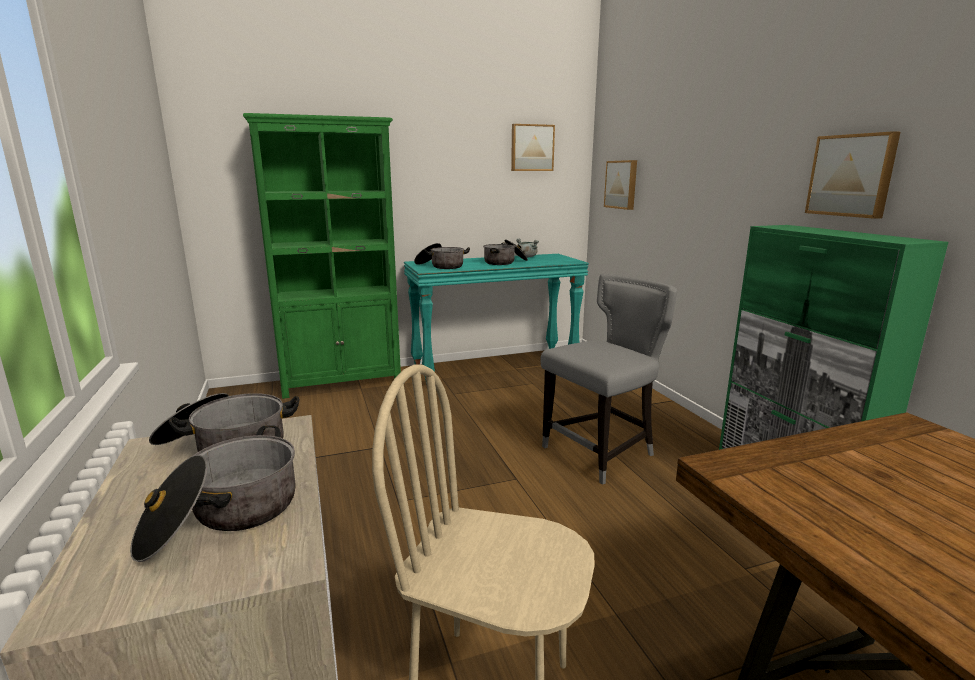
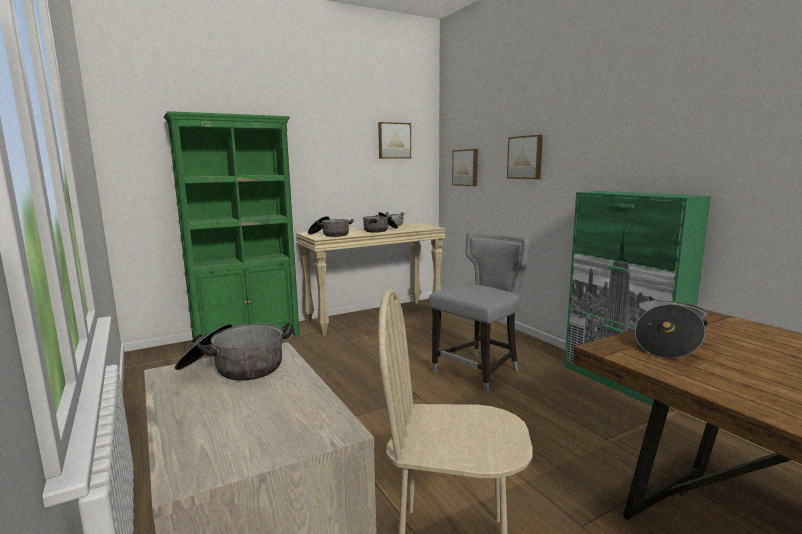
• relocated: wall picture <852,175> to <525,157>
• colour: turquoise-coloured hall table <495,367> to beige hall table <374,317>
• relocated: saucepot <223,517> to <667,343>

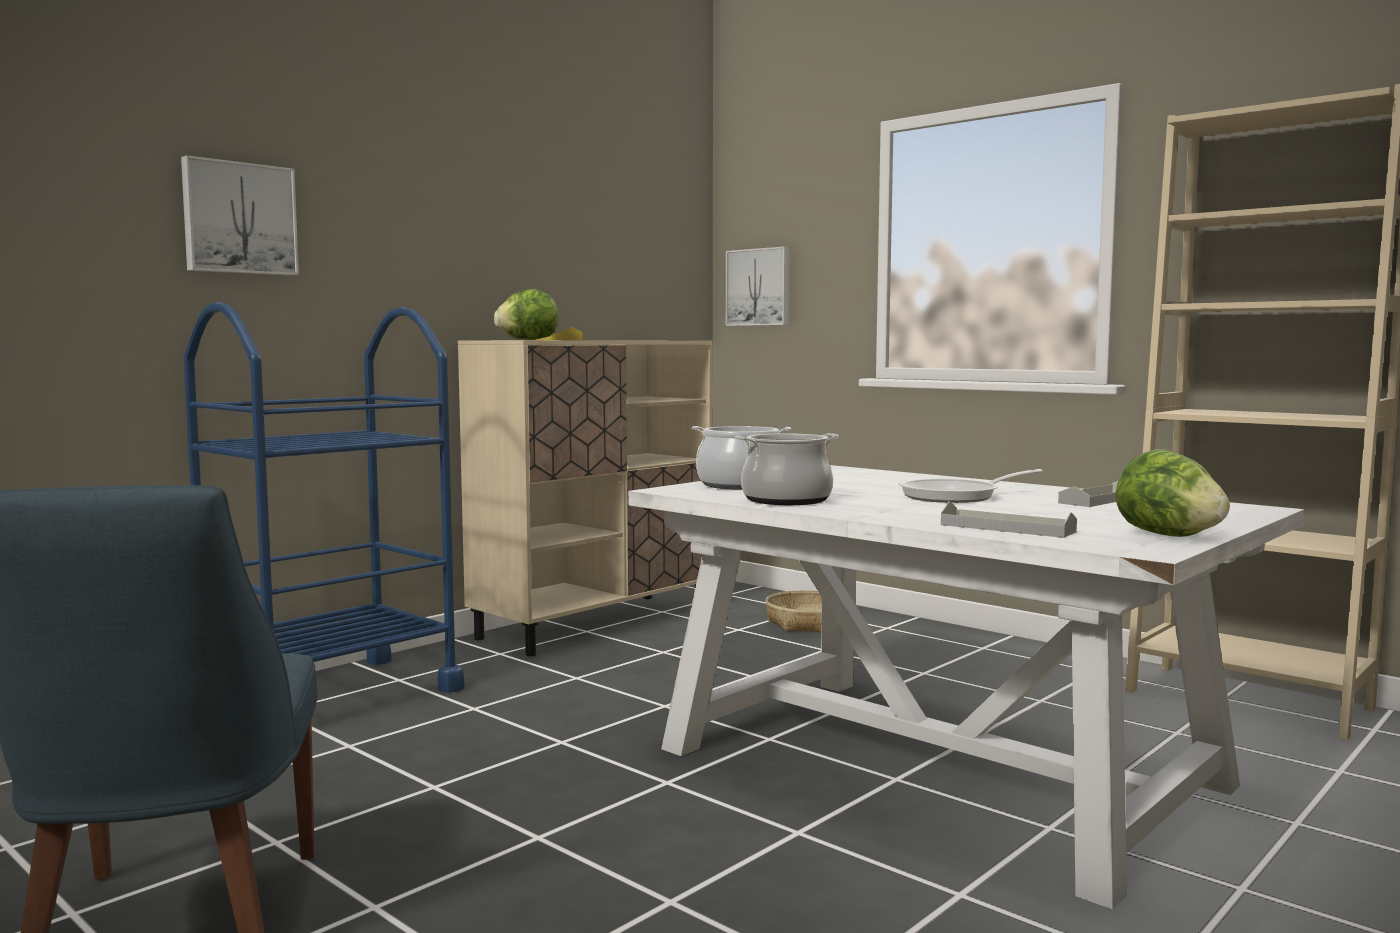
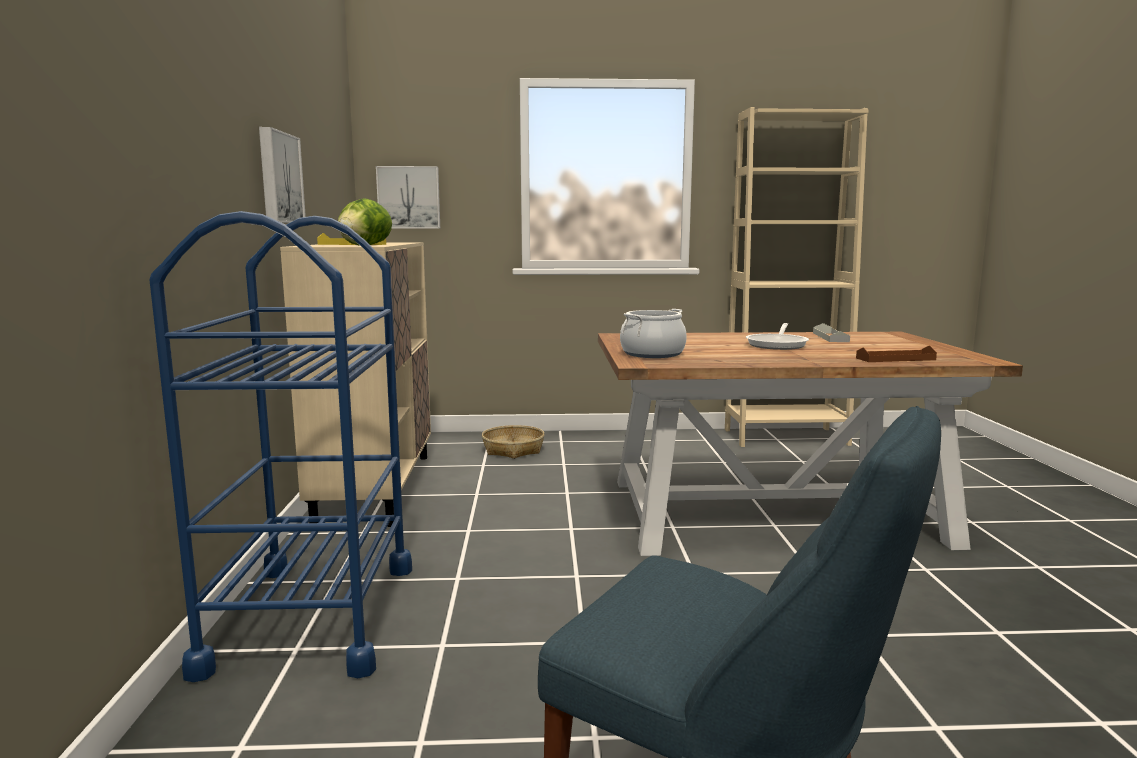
• relocated: wall picture <239,218> to <278,178>
• missing: saucepot <786,500>
• missing: lettuce <1167,535>
• colour: white-coloured dinner table <935,766> to brownish dinner table <771,512>
• colour: greyish carrying tray <1007,528> to brownish carrying tray <895,359>

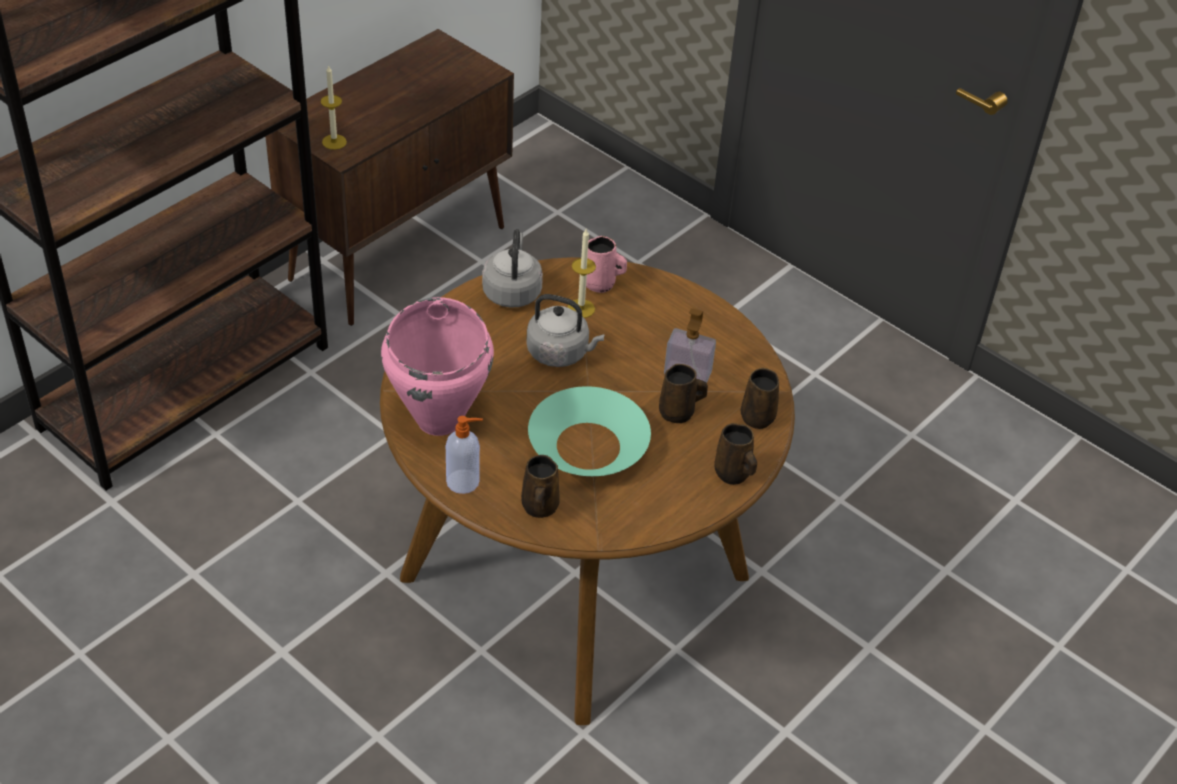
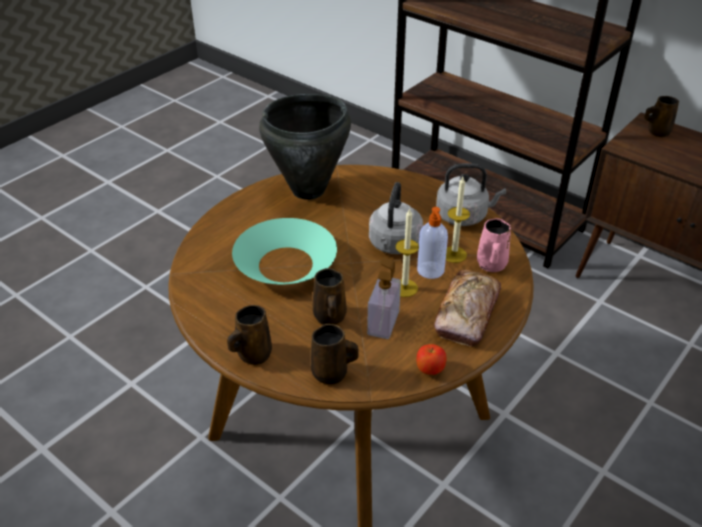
• relocated: candle <334,142> to <404,288>
• colour: pink saucepot <440,419> to black saucepot <309,190>
• relocated: soap dispenser <464,481> to <430,271>
• relocated: brownish coffee mug <539,507> to <657,132>
• appeared: baked bread <467,314>
• appeared: apple <429,370>

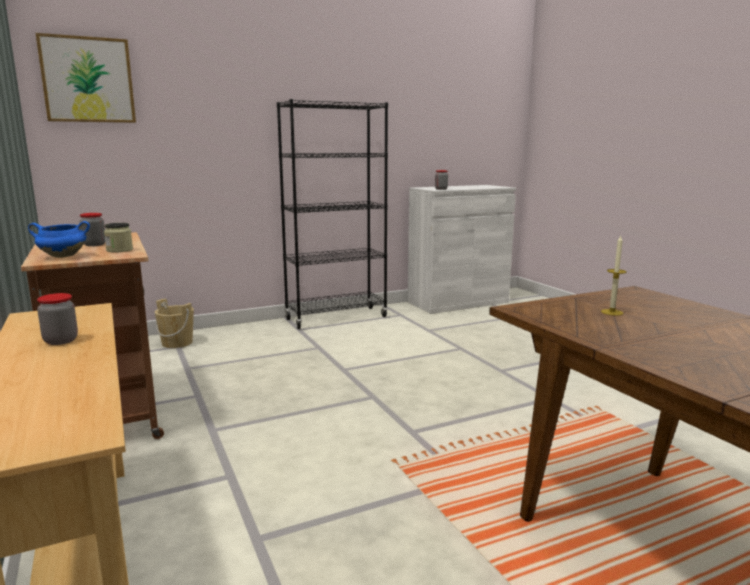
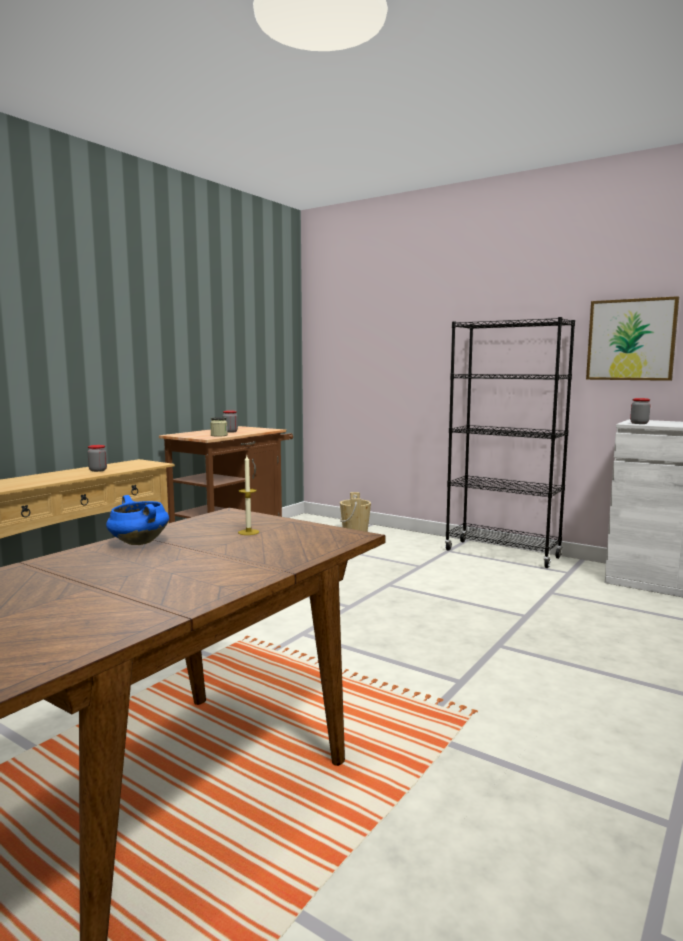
• relocated: wall picture <88,80> to <631,340>
• relocated: bluish saucepot <62,256> to <138,543>

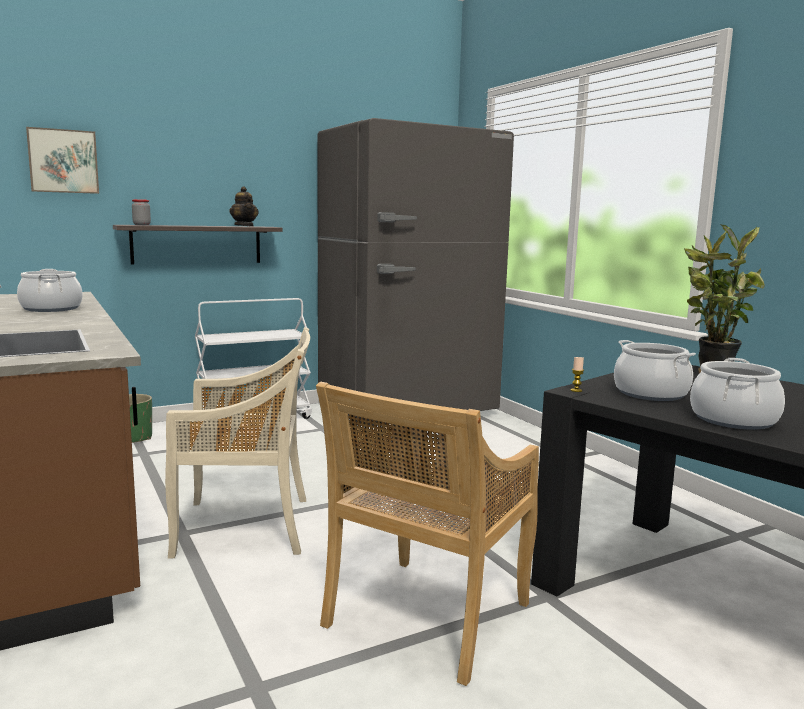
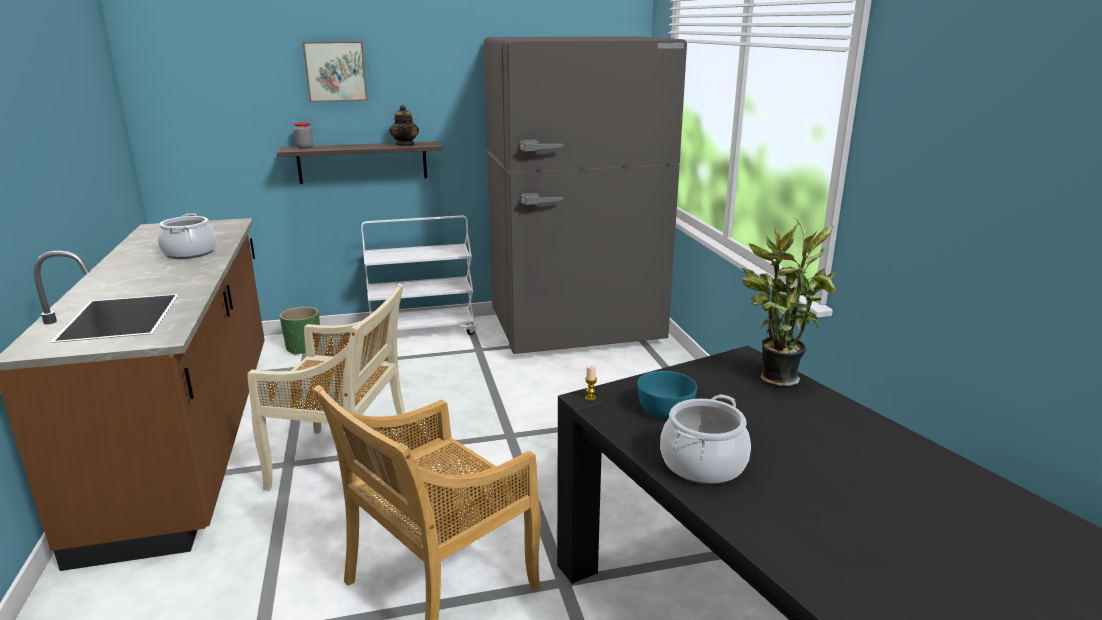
• relocated: wall picture <63,161> to <335,71>
• exchanged: saucepot <650,393> to turquoise-coloured bowl <664,409>

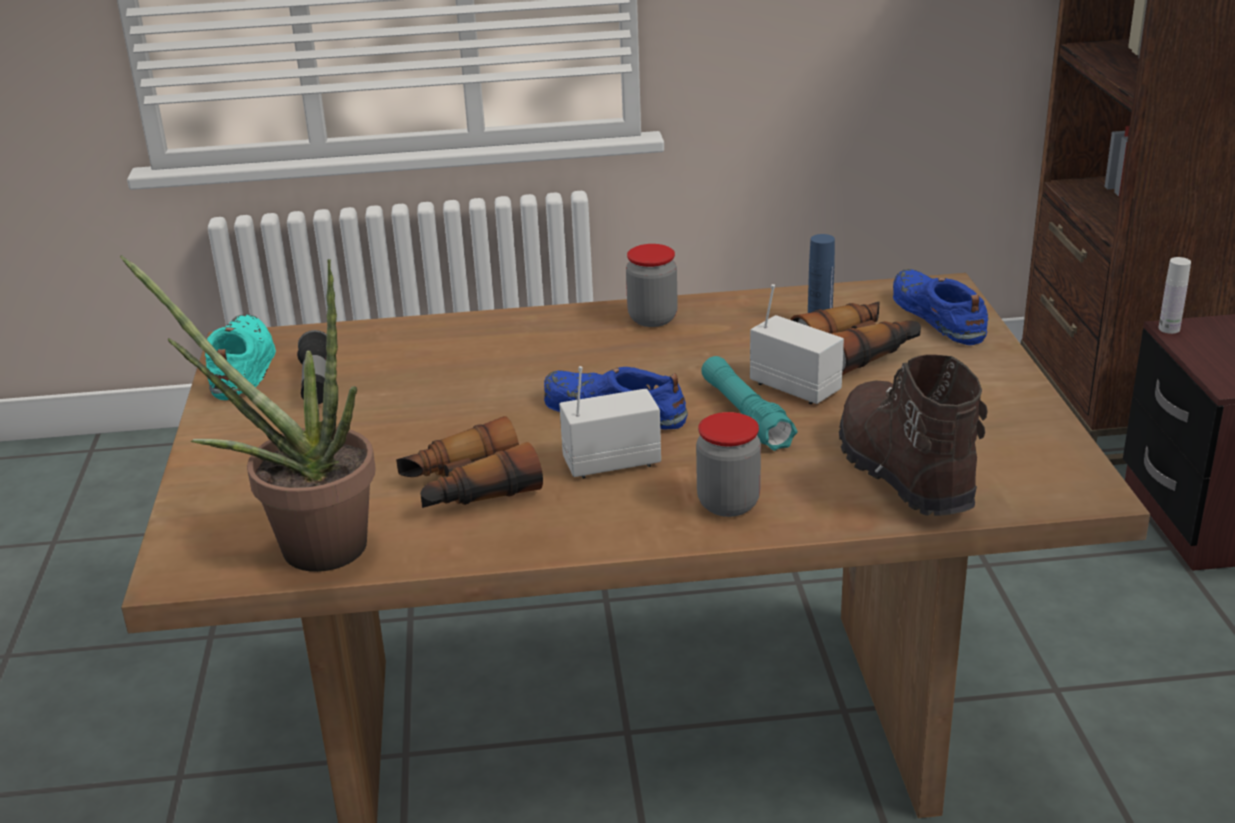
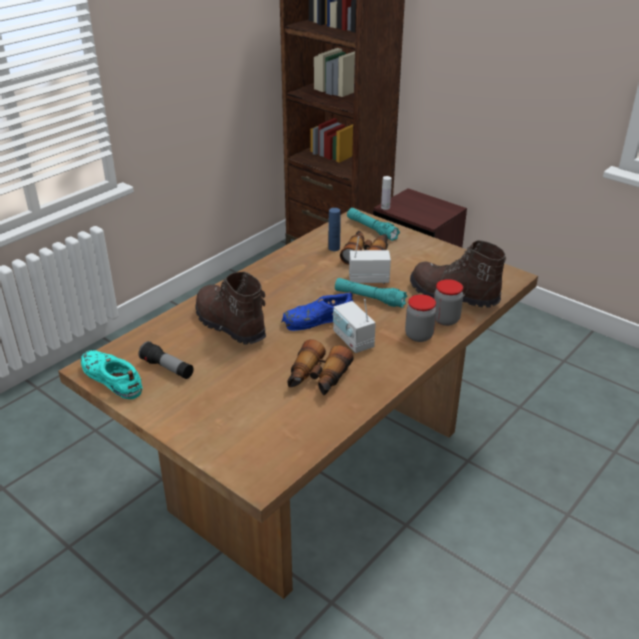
• relocated: storage jar <652,318> to <446,319>
• missing: houseplant <305,546>
• exchanged: bluish low shoe <937,316> to turquoise-coloured flashlight <371,229>
• spun: radio set <611,462> = <353,340> 60 degrees counterclockwise
• appeared: brownish boot <229,325>

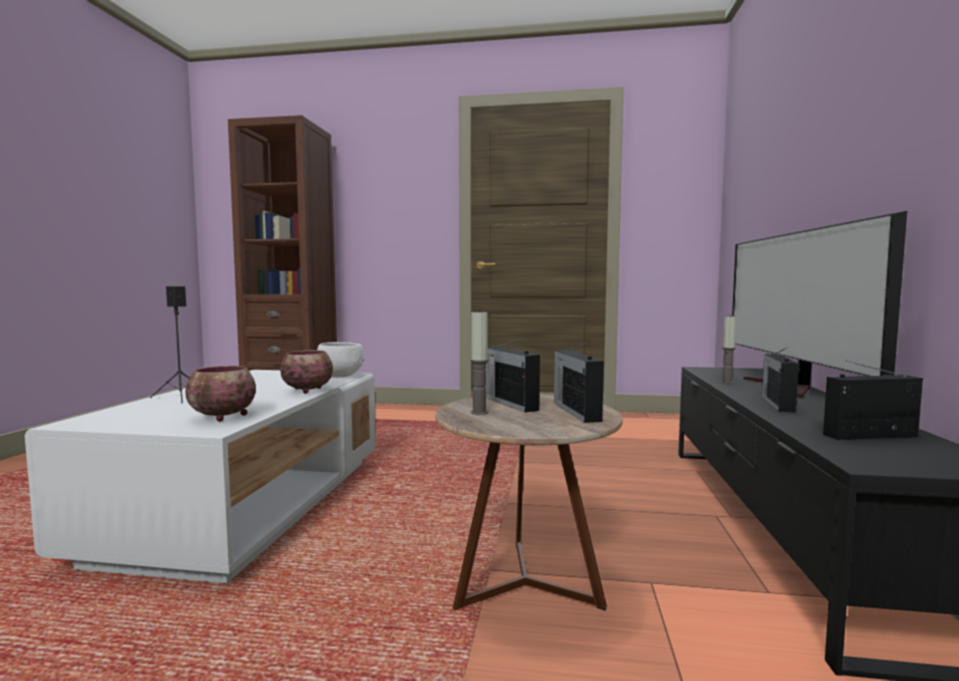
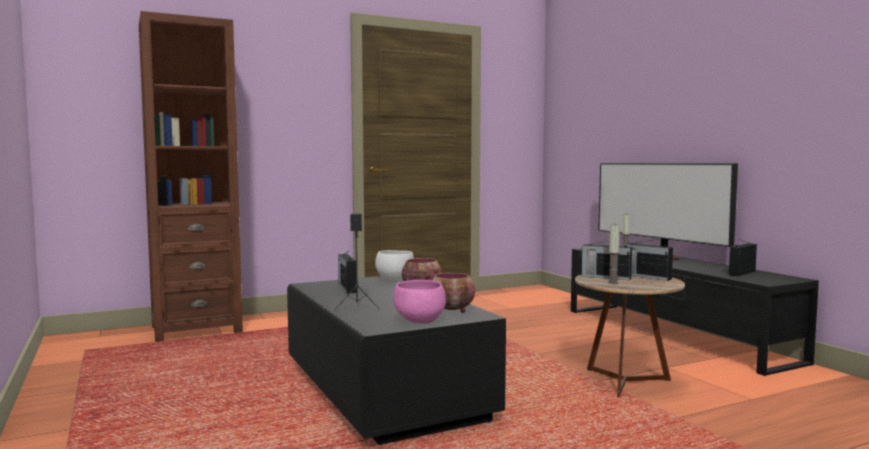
• relocated: radio set <777,404> to <347,288>
• colour: white-coloured coffee table <247,506> to black coffee table <384,392>
• appeared: pink bowl <421,321>

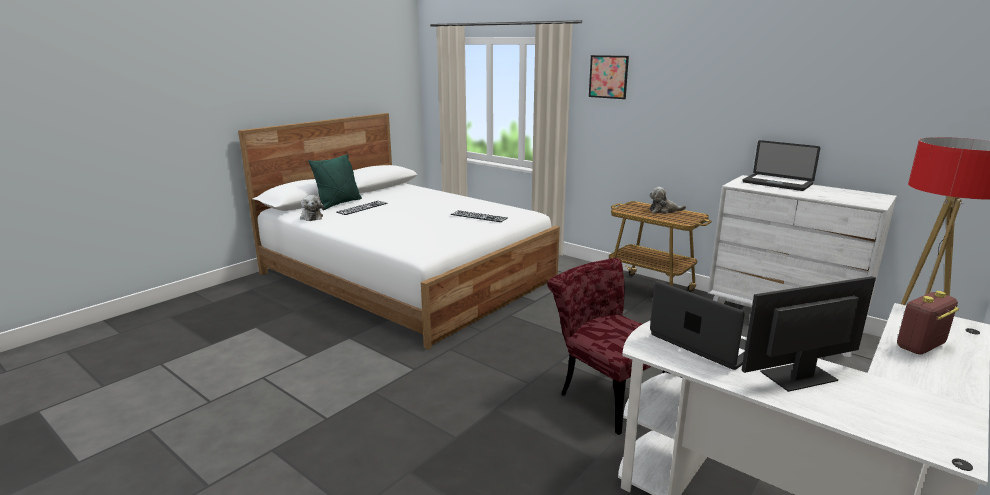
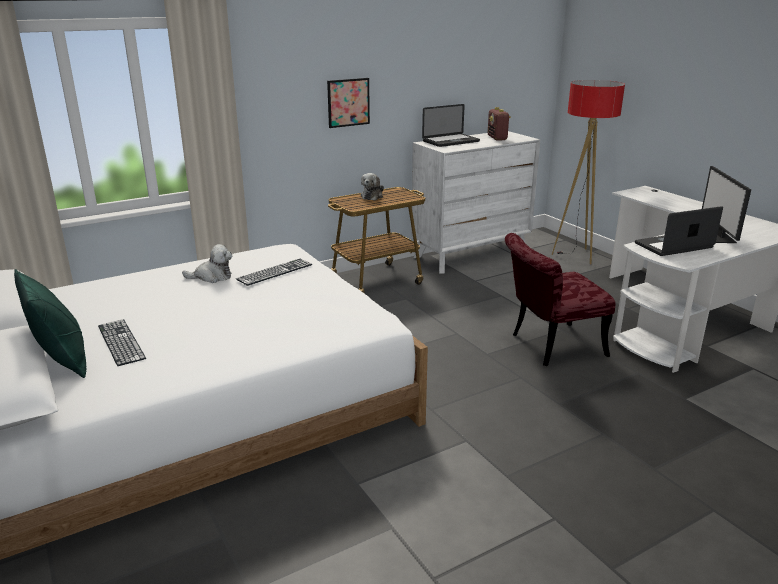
• relocated: wall picture <608,77> to <348,102>
• relocated: cuddly toy <311,217> to <212,277>
• relocated: radio set <920,346> to <497,138>

